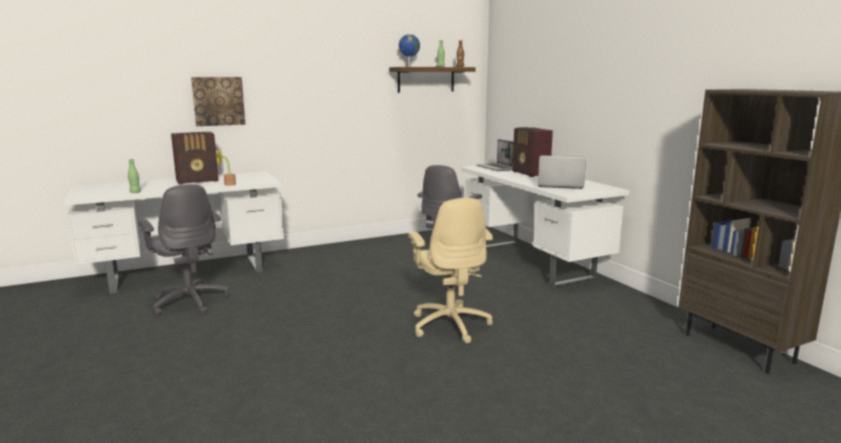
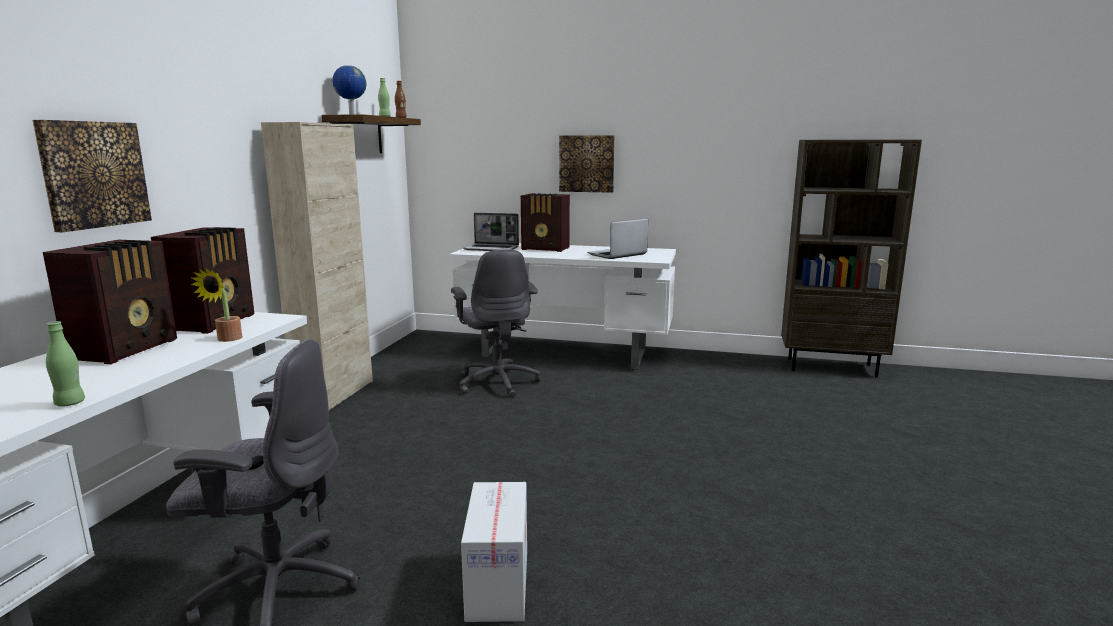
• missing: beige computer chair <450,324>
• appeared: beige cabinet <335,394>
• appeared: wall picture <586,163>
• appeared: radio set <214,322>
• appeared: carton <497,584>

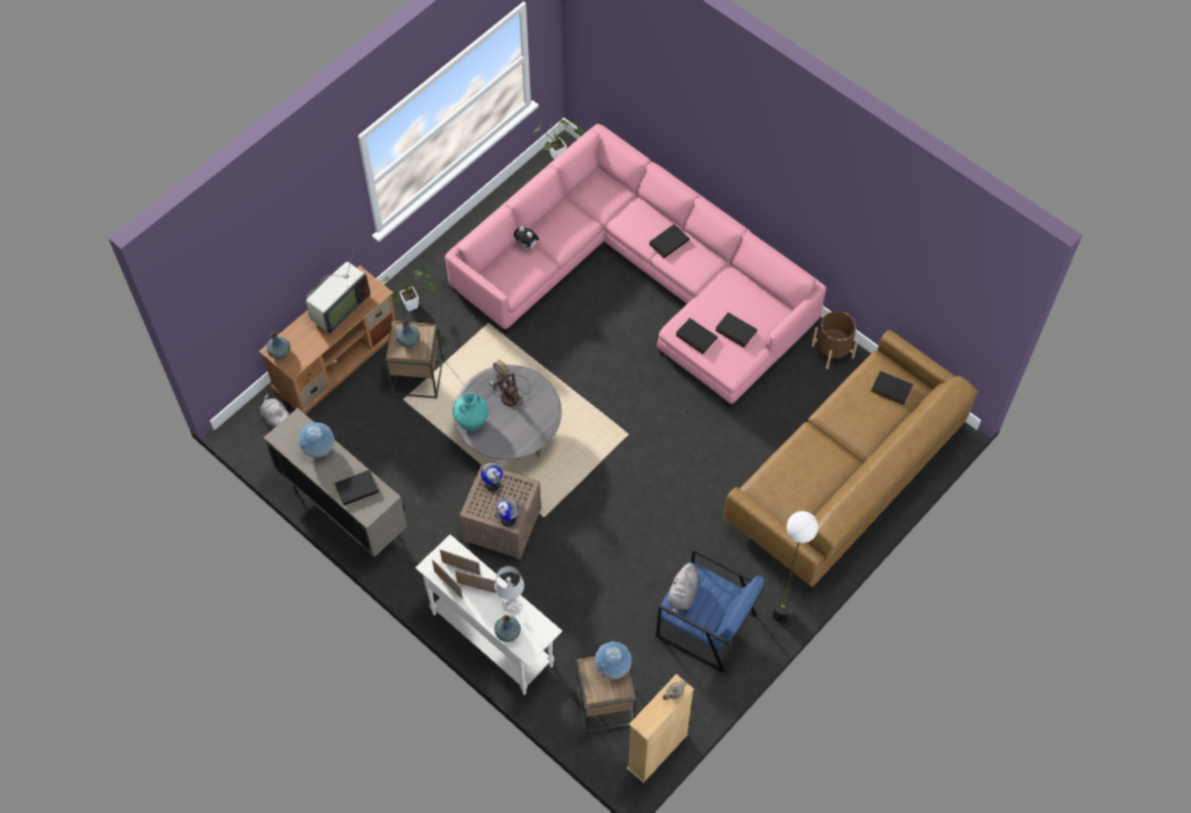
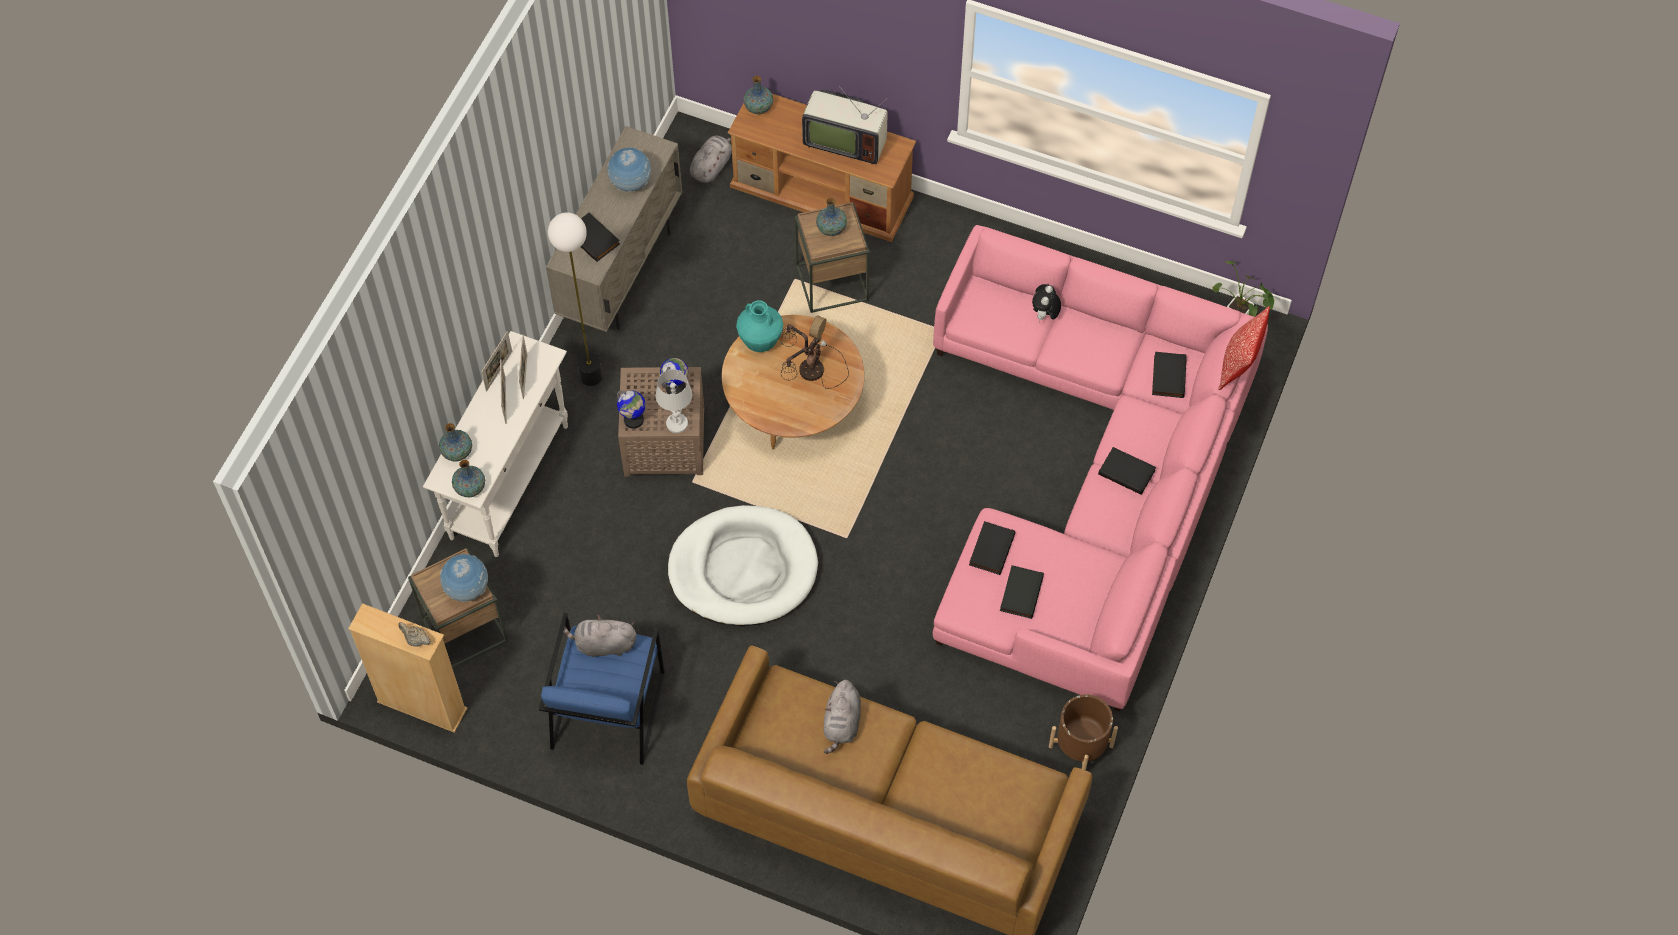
• missing: houseplant <414,305>
• colour: greyish coffee table <509,433> to brownish coffee table <794,406>
• relocated: black bound book <891,389> to <1167,376>
• relocated: standard lamp <781,614> to <590,376>
• relocated: white-coloured lamp for a table <511,603> to <677,423>
• appeared: throw pillow <1238,365>
• appeared: decorative vase <470,488>
• appeared: white-coloured dog bed <743,569>
• appeared: greyish cuddly toy <842,723>

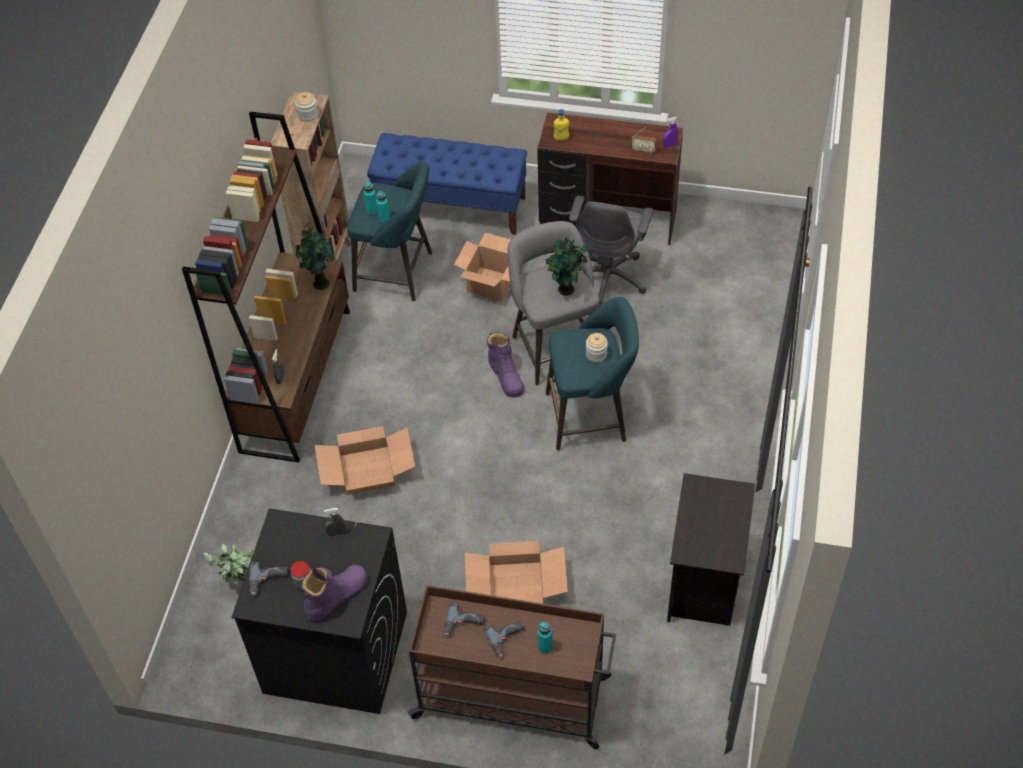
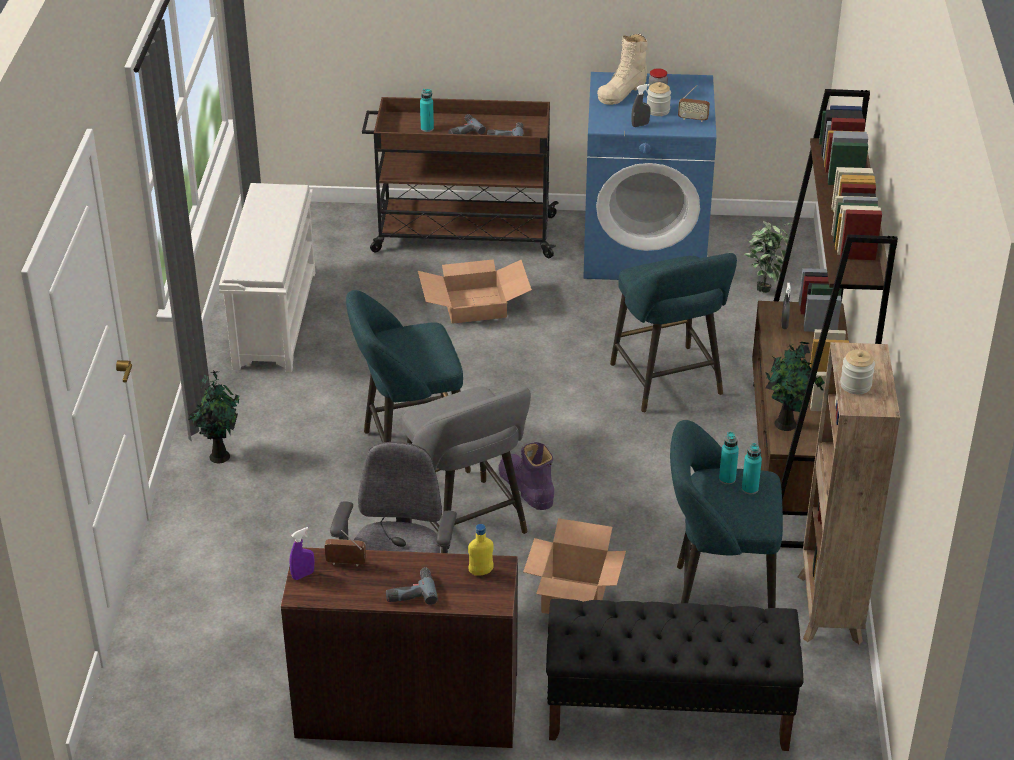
• colour: bluish bench <451,207> to black bench <667,712>
• relocated: houseplant <566,290> to <219,455>
• relocated: storage jar <596,354> to <658,110>
• exchanged: carton <368,469> to turquoise-coloured sitting stool <668,383>
• exchanged: black bedside table <704,586> to white-coloured shoe shelf <274,318>
• colour: black laundry machine <334,652> to bluish laundry machine <645,248>
• relocated: power drill <269,581> to <410,591>
• colour: purplish boot <336,596> to beige boot <622,90>
• appeared: radio set <693,119>

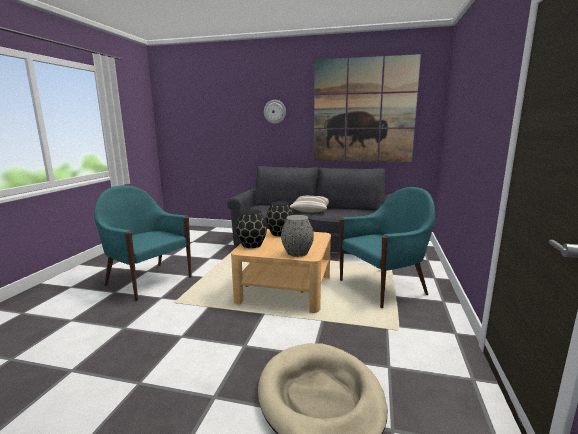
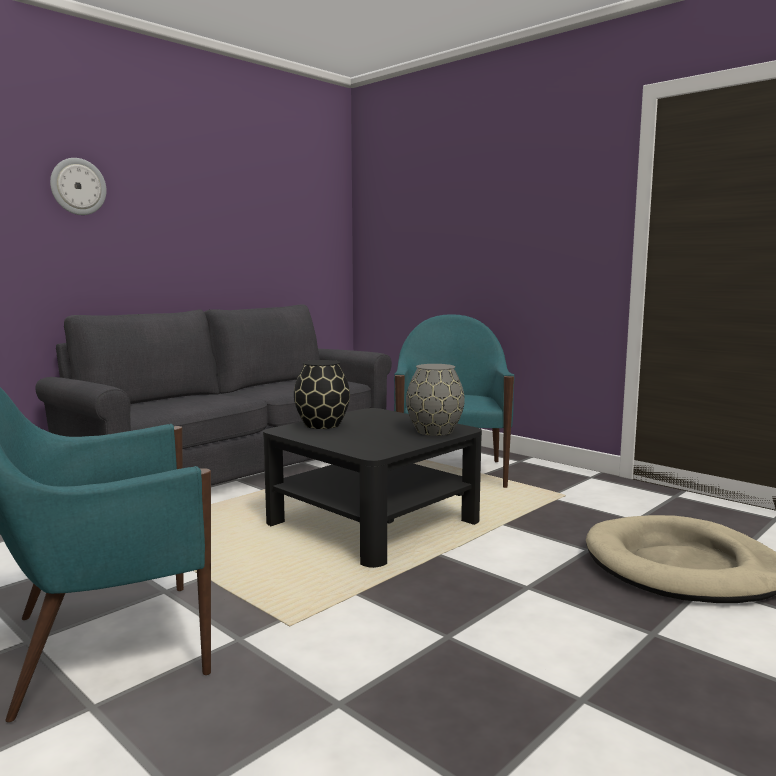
• missing: wall picture <363,111>
• missing: throw pillow <310,210>
• missing: black decorative vase <252,245>
• colour: beige coffee table <285,288> to black coffee table <373,522>

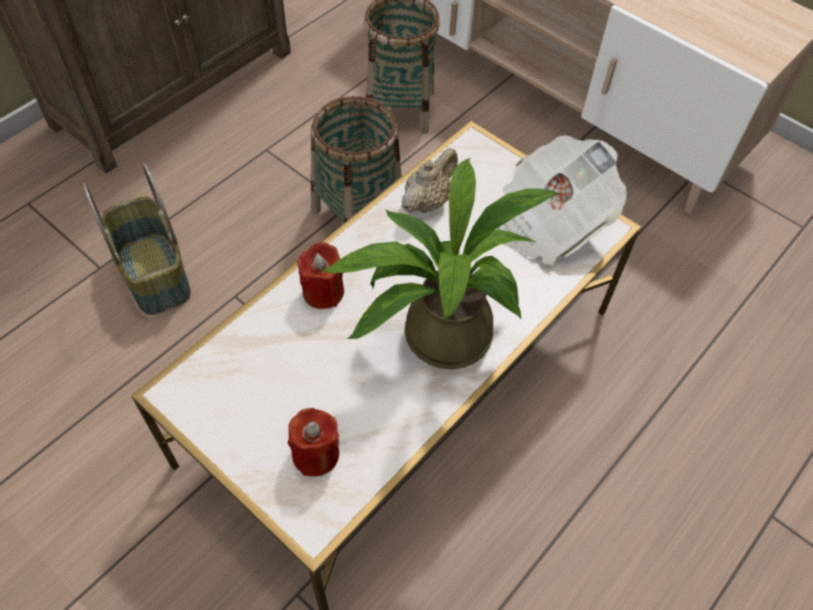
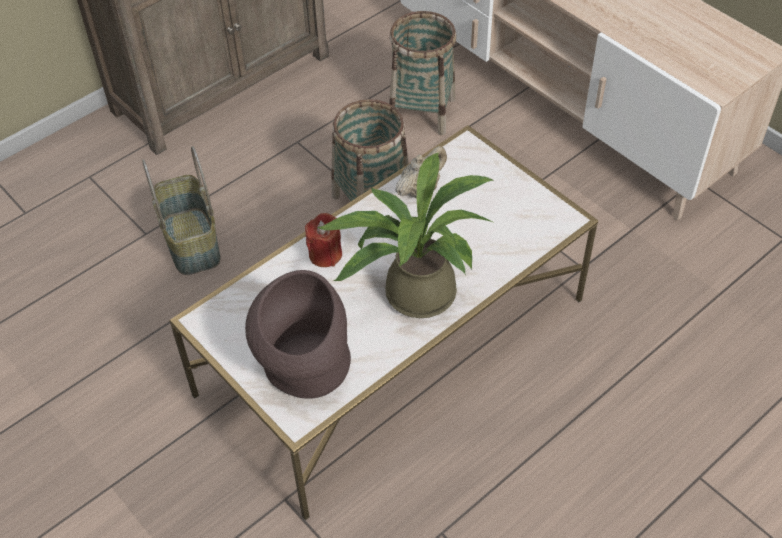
• missing: newspaper <548,221>
• exchanged: red candle <316,454> to brownish decorative vase <305,372>

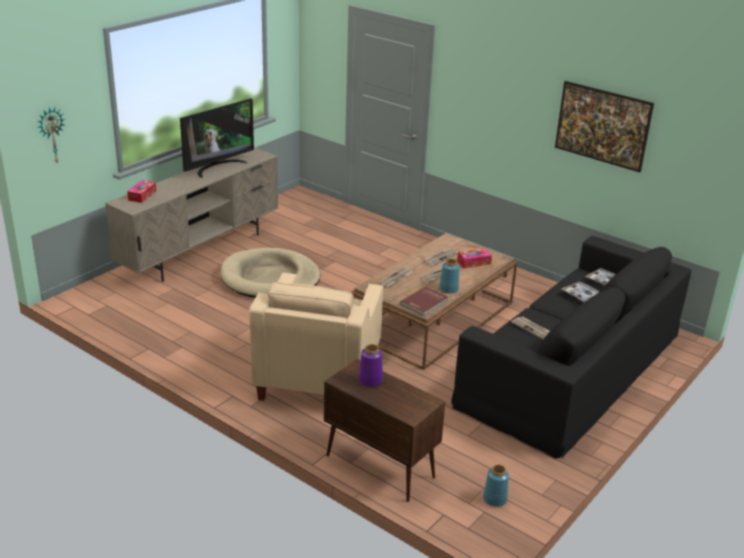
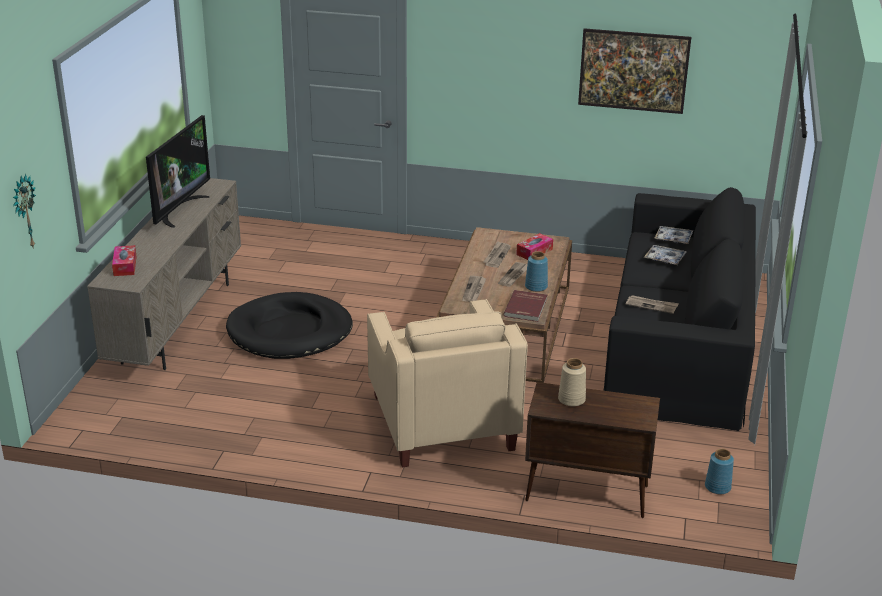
• colour: beige dog bed <270,278> to black dog bed <290,331>
• colour: purplish decorative vase <370,380> to beige decorative vase <571,400>

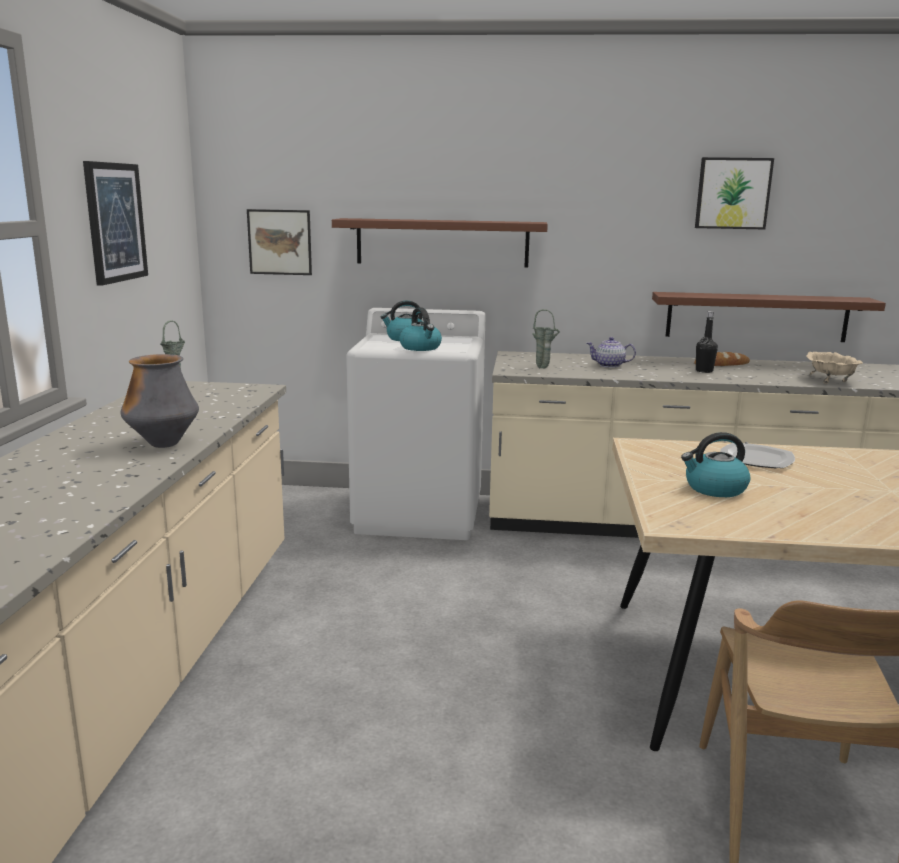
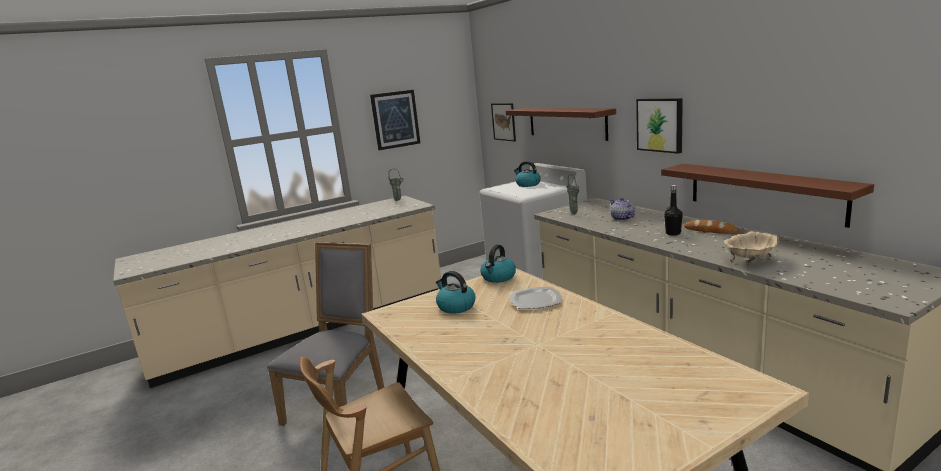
• relocated: wall picture <732,193> to <660,124>
• relocated: water kettle <421,348> to <498,277>
• missing: decorative vase <163,444>
• appeared: greyish upright chair <341,404>

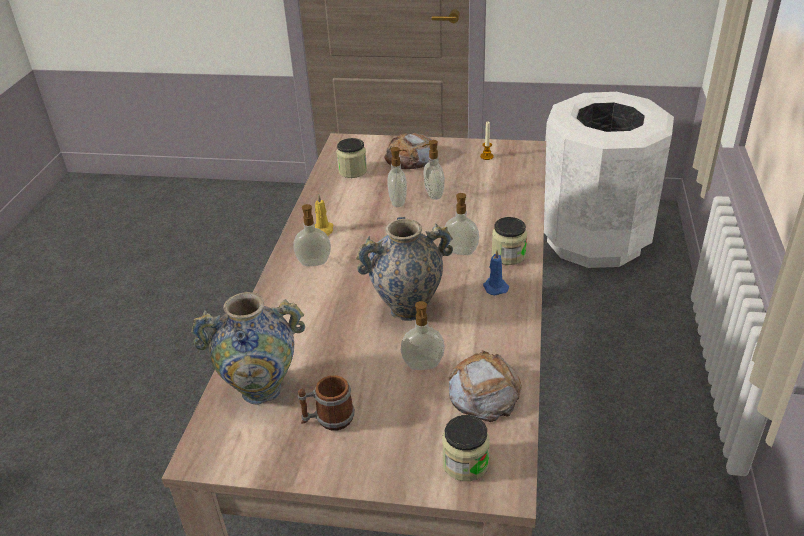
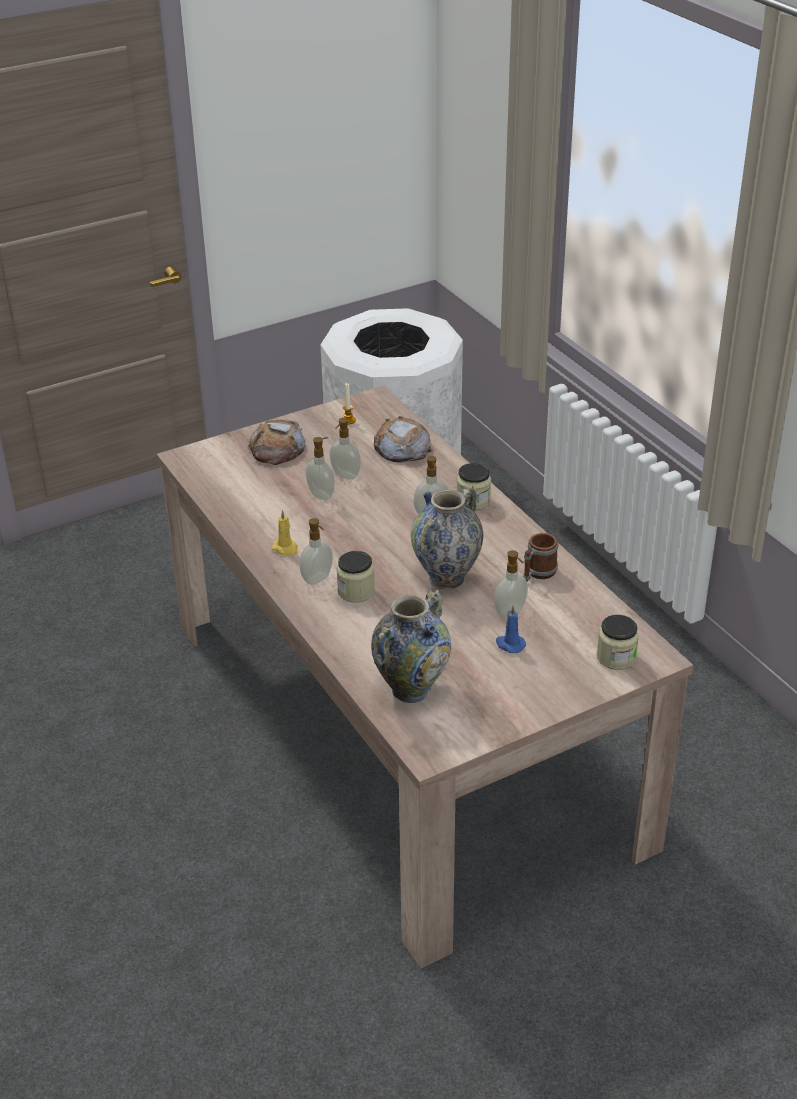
• relocated: storage jar <352,171> to <356,591>
• relocated: bluish candle <494,287> to <509,644>
• relocated: baked bread <483,392> to <401,447>
• relocated: coffee mug <328,419> to <537,574>

